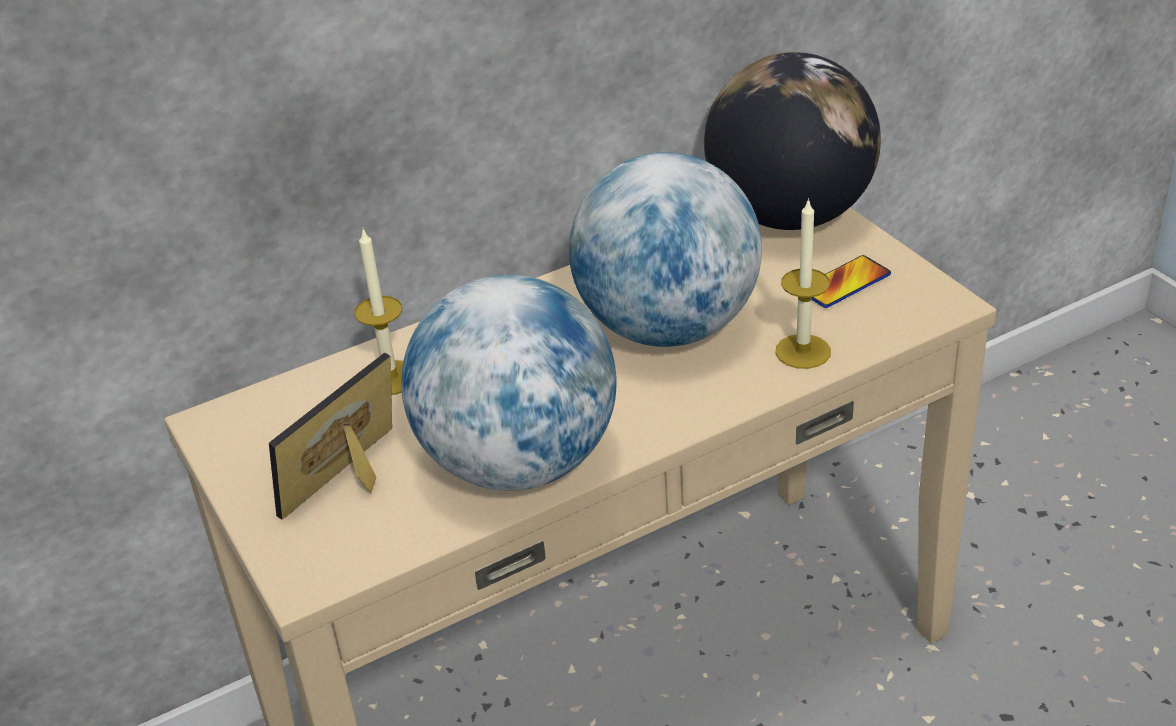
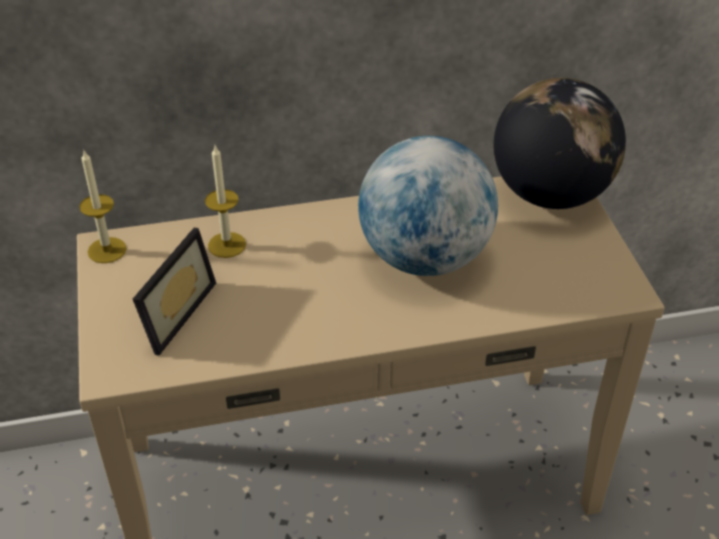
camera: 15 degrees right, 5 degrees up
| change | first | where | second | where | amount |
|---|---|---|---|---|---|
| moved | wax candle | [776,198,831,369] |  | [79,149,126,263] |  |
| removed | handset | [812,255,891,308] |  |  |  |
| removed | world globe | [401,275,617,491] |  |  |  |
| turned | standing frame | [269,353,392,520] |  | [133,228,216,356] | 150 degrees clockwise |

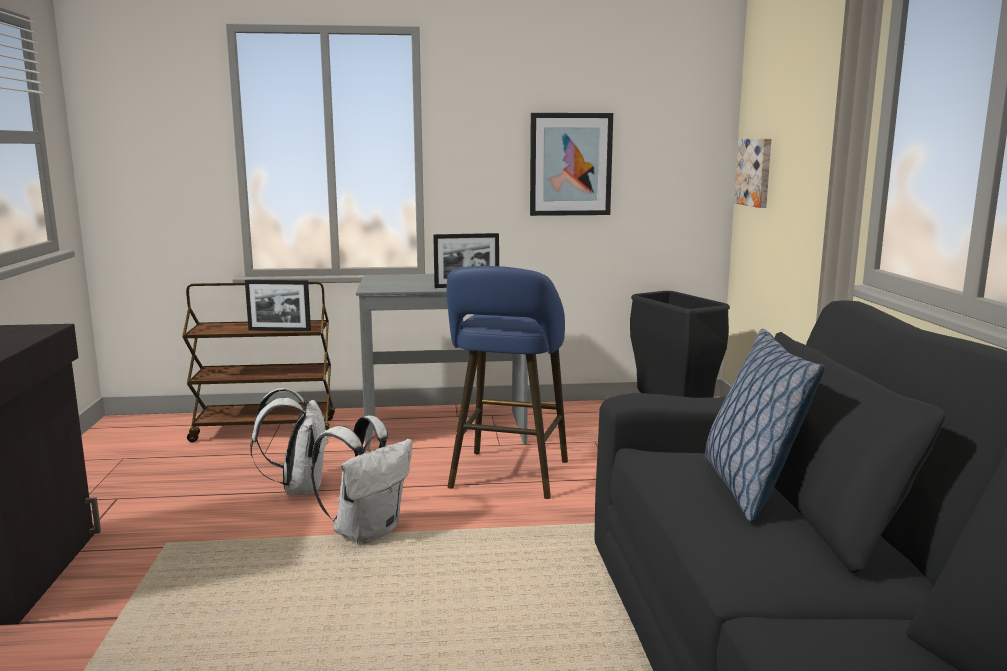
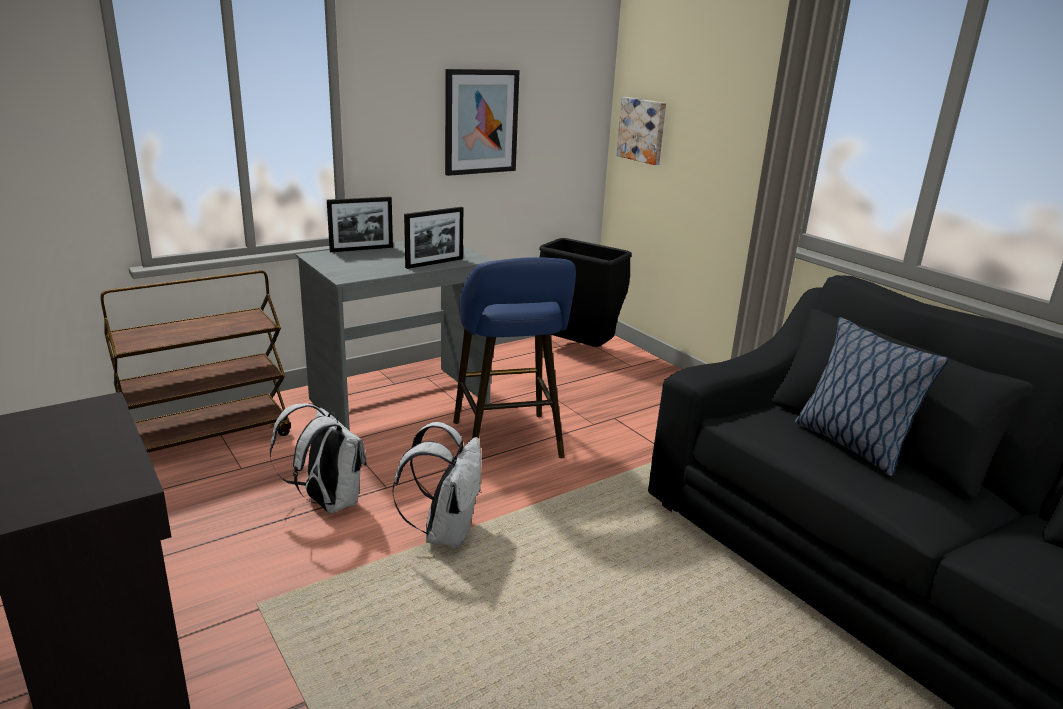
camera: 30 degrees left, 10 degrees up
| change | first | where | second | where | amount |
|---|---|---|---|---|---|
| moved | standing frame | [245,280,311,331] |  | [327,197,393,252] |  |

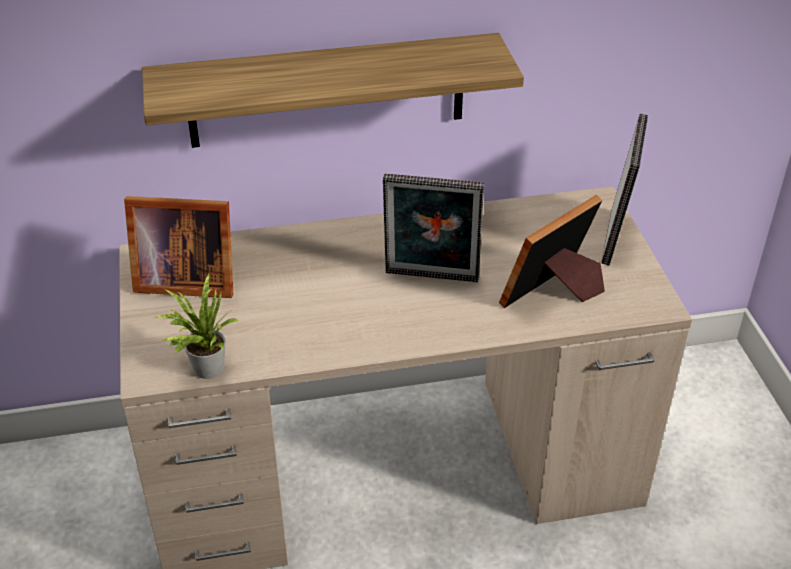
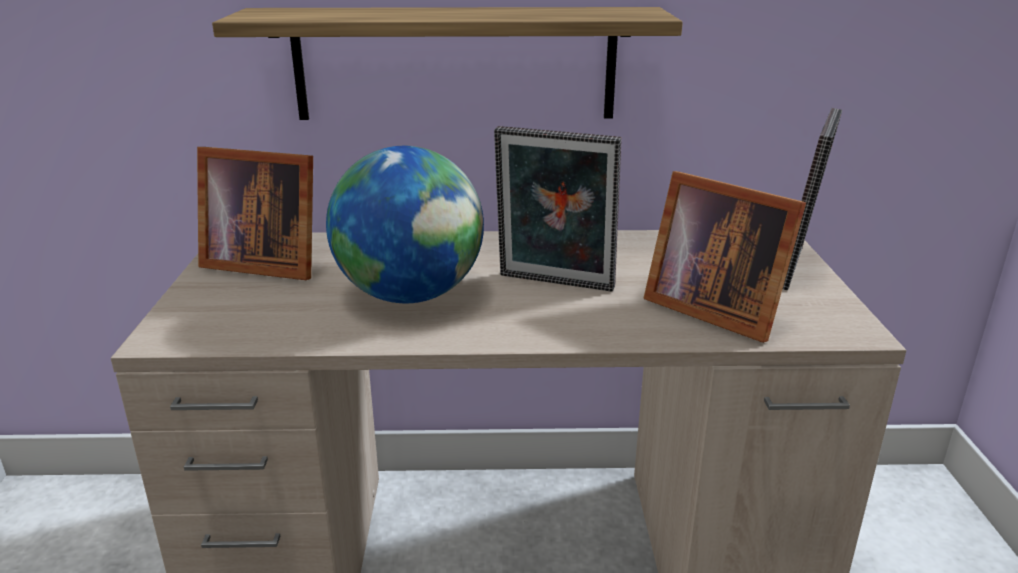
camera: 10 degrees right, 15 degrees down
| change | first | where | second | where | amount |
|---|---|---|---|---|---|
| turned | standing frame | [499,195,605,308] |  | [644,171,806,343] | 105 degrees counterclockwise |
| removed | houseplant | [154,274,240,379] |  |  |  |
| added |  |  | world globe | [326,146,484,303] |  |

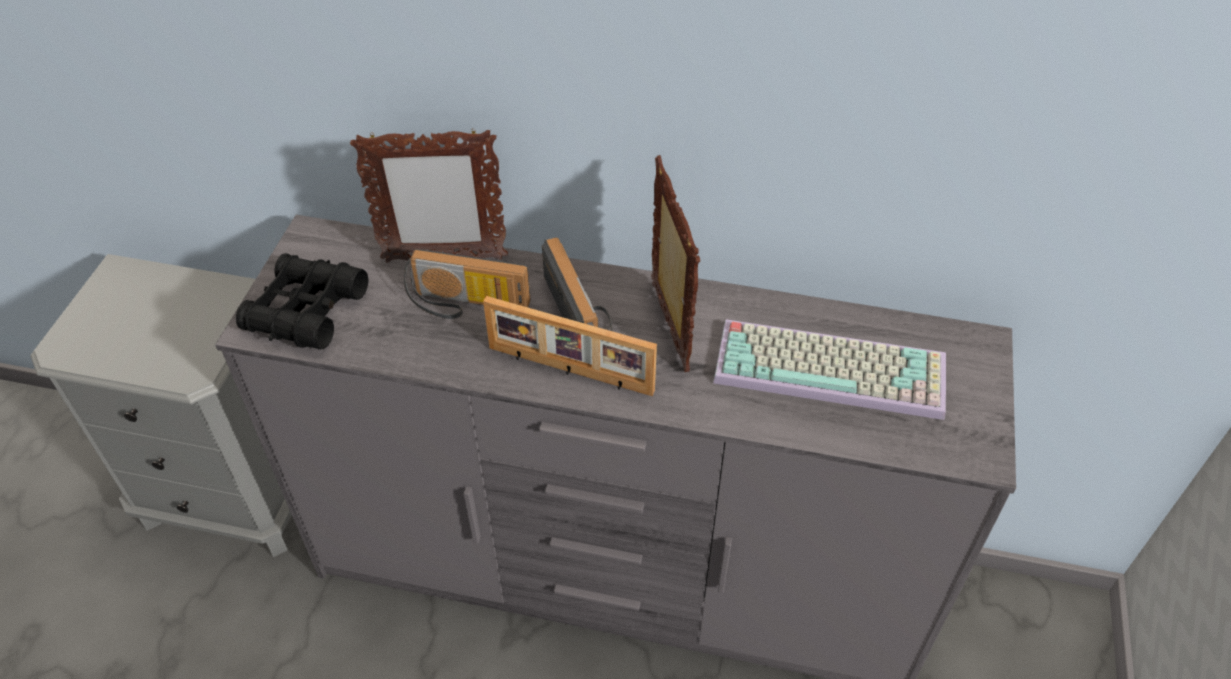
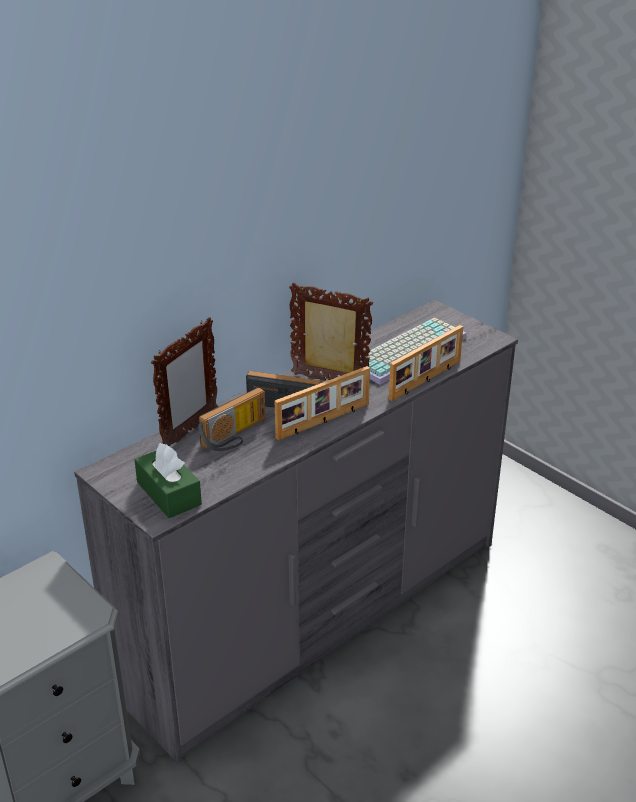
camera: 55 degrees left, 15 degrees down
| change | first | where | second | where | amount |
|---|---|---|---|---|---|
| replaced | blackish pair of binoculars | [236,253,369,349] | green-coloured tissue box | [134,443,202,518] |  |
| added |  |  | standing frame | [389,325,463,401] |  |

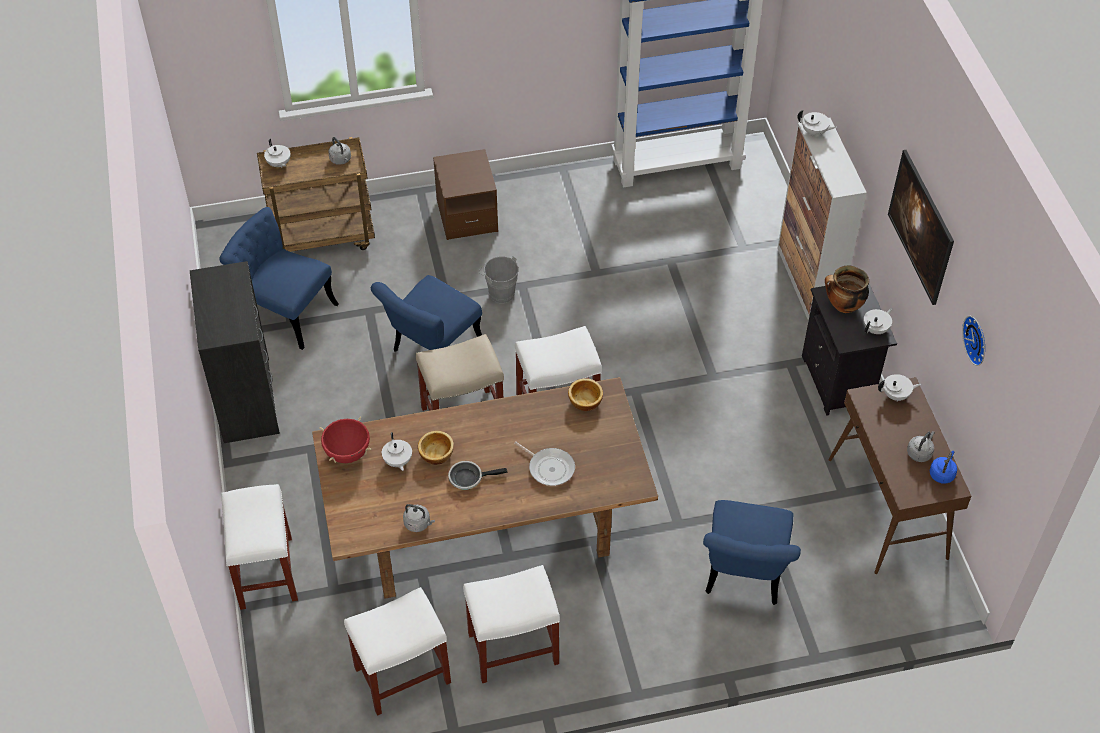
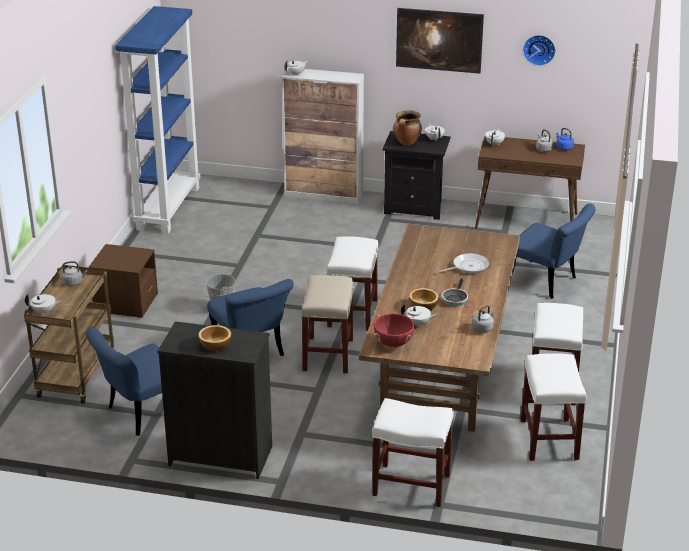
camera: 65 degrees left, 20 degrees down
| change | first | where | second | where | amount |
|---|---|---|---|---|---|
| moved | deep dish | [568,378,603,411] |  | [198,325,231,351] |  |

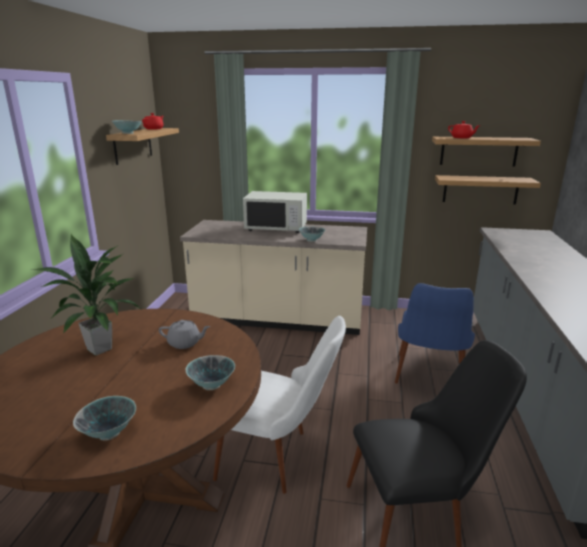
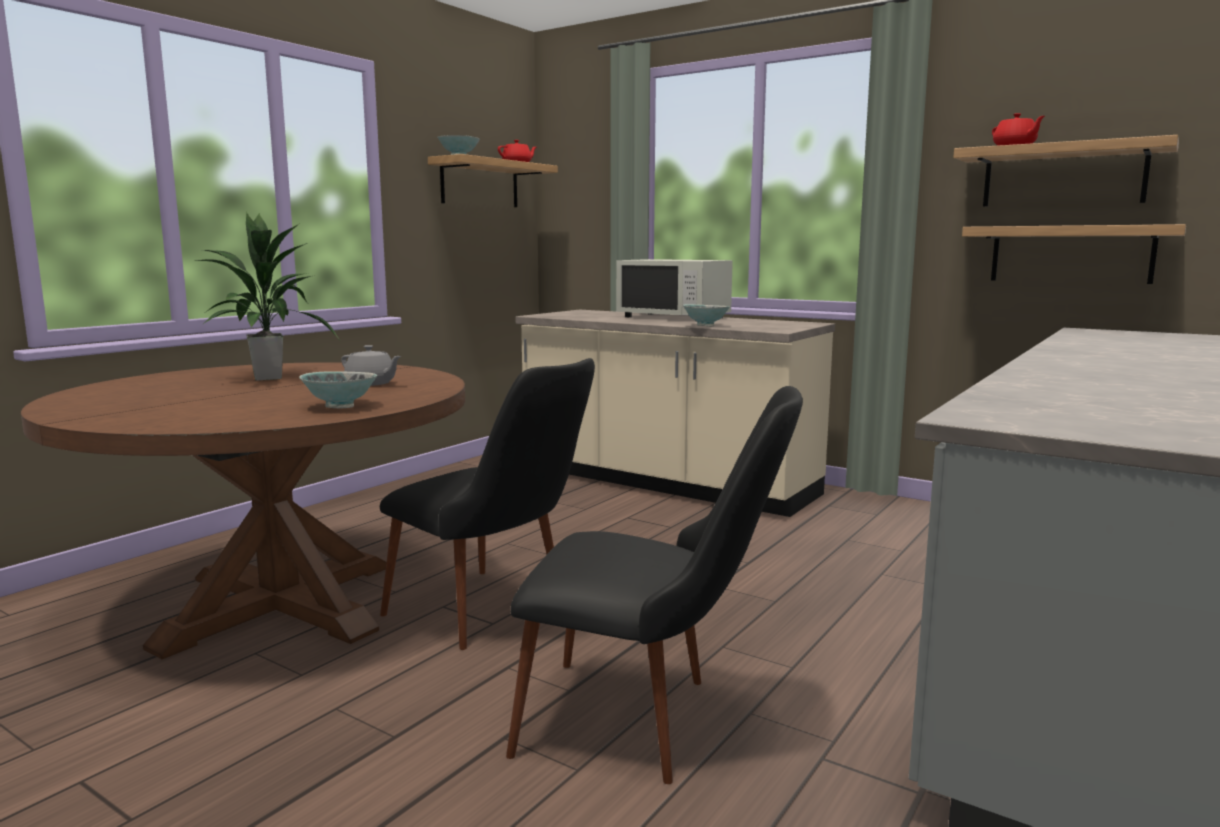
camera: 25 degrees right, 10 degrees down
| change | first | where | second | where | amount |
|---|---|---|---|---|---|
| removed | blue chair | [395,283,475,383] |  |  |  |
| recoloured | white-coloured chair | [213,316,346,494] | blackish chair | [380,358,595,650] |  |
| removed | deep dish | [73,396,136,441] |  |  |  |

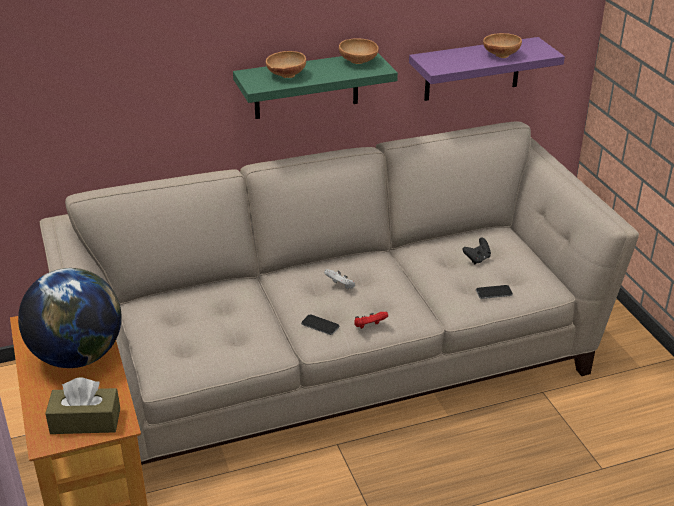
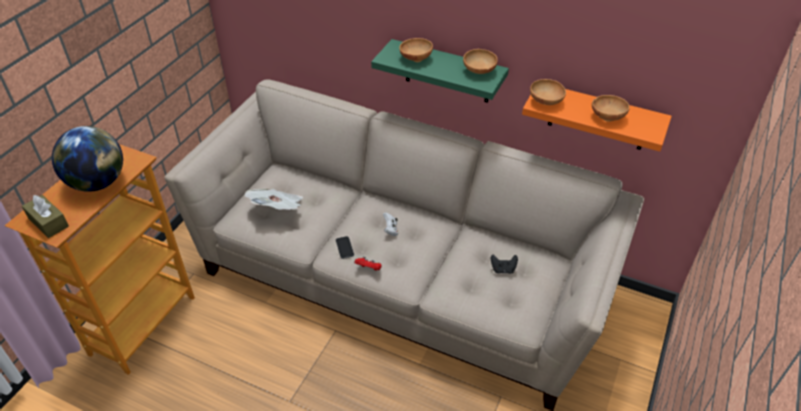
camera: 45 degrees right, 10 degrees up
| change | first | where | second | where | amount |
|---|---|---|---|---|---|
| recoloured | purple-coloured bracket shelf | [409,37,565,101] | orange bracket shelf | [522,89,672,152] |  |
| removed | handset | [476,285,513,299] |  |  |  |
| added |  |  | brown-coloured deep dish | [530,79,566,105] |  |
| added |  |  | daily paper | [245,189,304,210] |  |

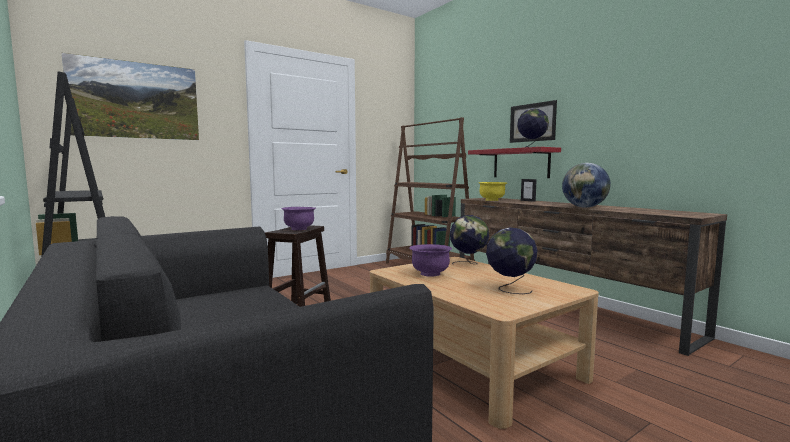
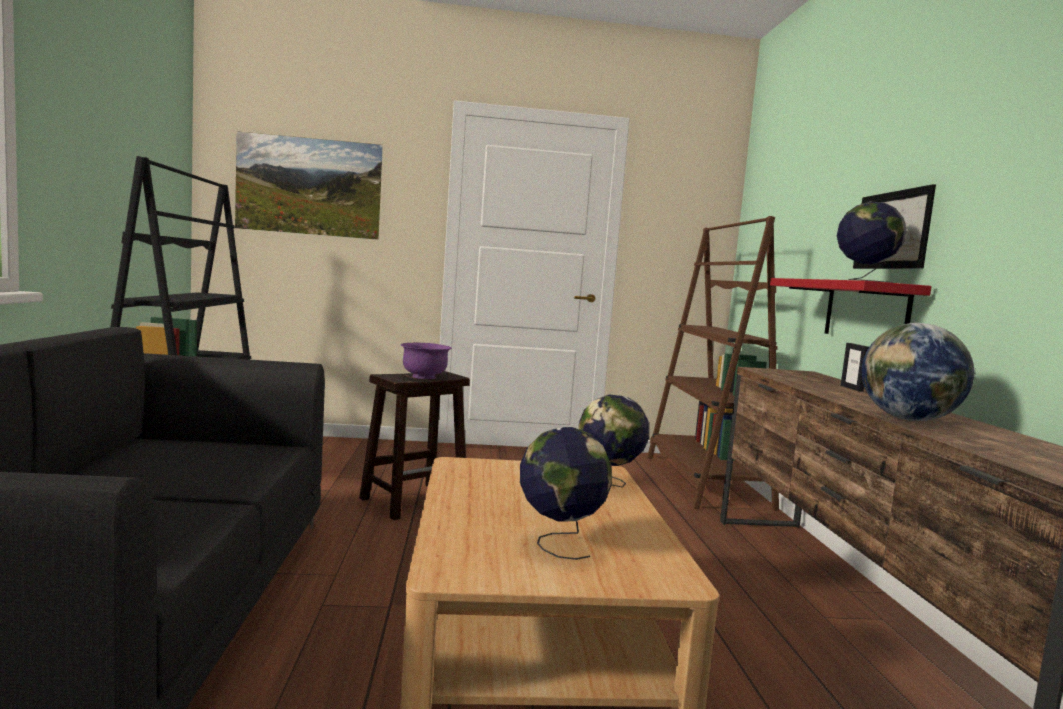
camera: 30 degrees right, 0 degrees up
| change | first | where | second | where | amount |
|---|---|---|---|---|---|
| removed | yellow deep dish | [478,182,507,201] |  |  |  |
| removed | purple-coloured deep dish | [409,244,452,277] |  |  |  |

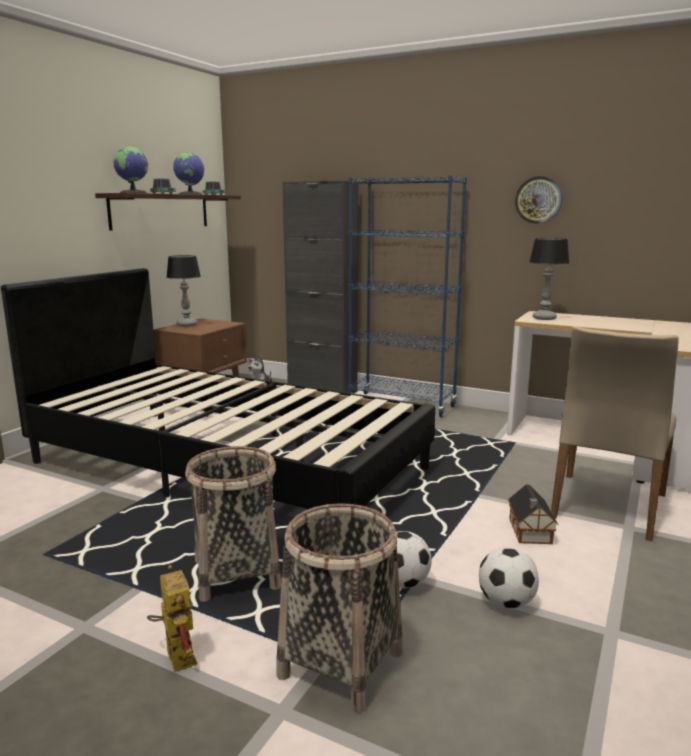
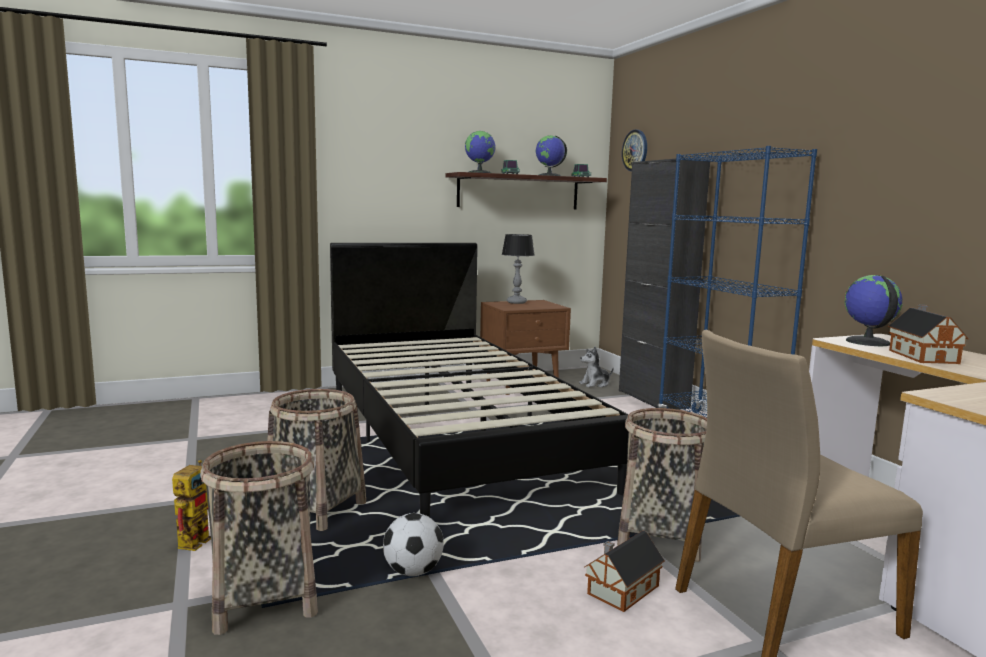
camera: 40 degrees right, 5 degrees down
| change | first | where | second | where | amount |
|---|---|---|---|---|---|
| moved | clock on the wall | [515,176,562,224] |  | [622,130,647,171] |  |
| replaced | lamp for a table | [529,238,569,320] | world globe | [844,275,903,346] |  |
| removed | football ball | [479,548,539,609] |  |  |  |
| added |  |  | toy house | [888,304,969,364] |  |
| added |  |  | storage basket | [617,408,707,562] |  |

